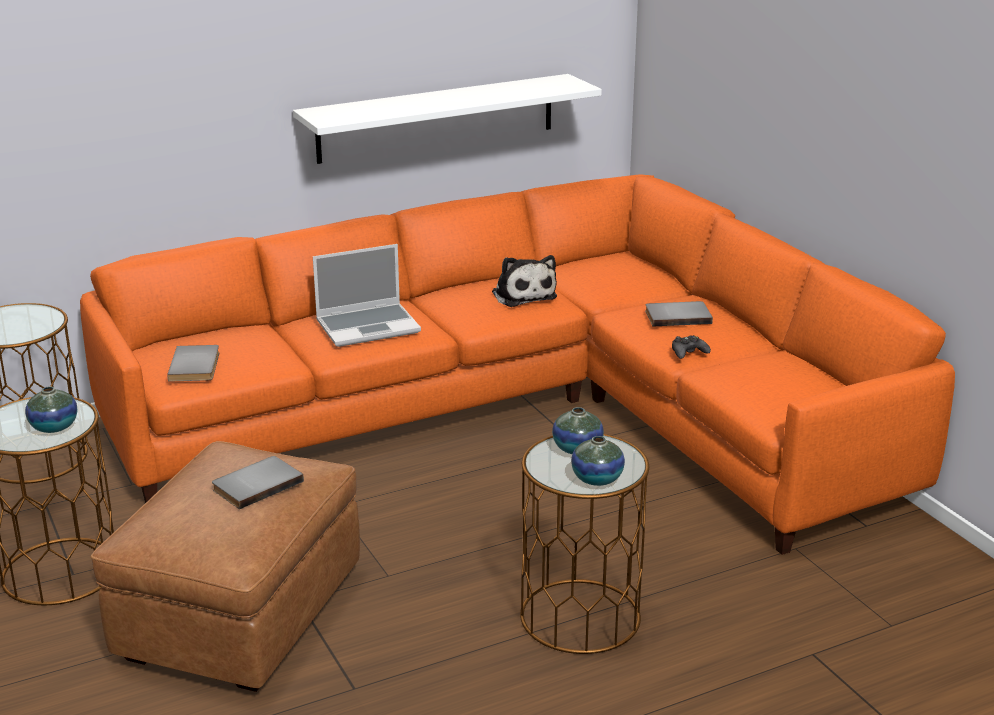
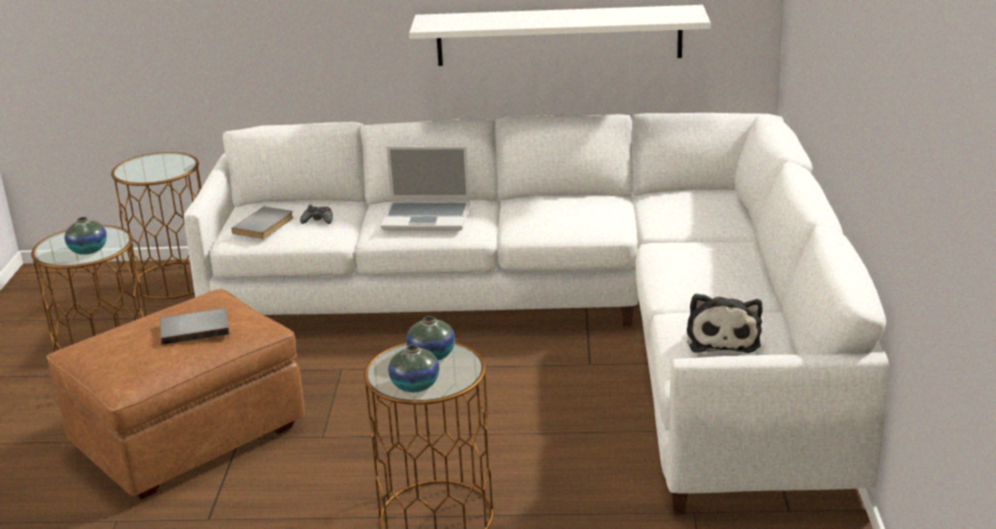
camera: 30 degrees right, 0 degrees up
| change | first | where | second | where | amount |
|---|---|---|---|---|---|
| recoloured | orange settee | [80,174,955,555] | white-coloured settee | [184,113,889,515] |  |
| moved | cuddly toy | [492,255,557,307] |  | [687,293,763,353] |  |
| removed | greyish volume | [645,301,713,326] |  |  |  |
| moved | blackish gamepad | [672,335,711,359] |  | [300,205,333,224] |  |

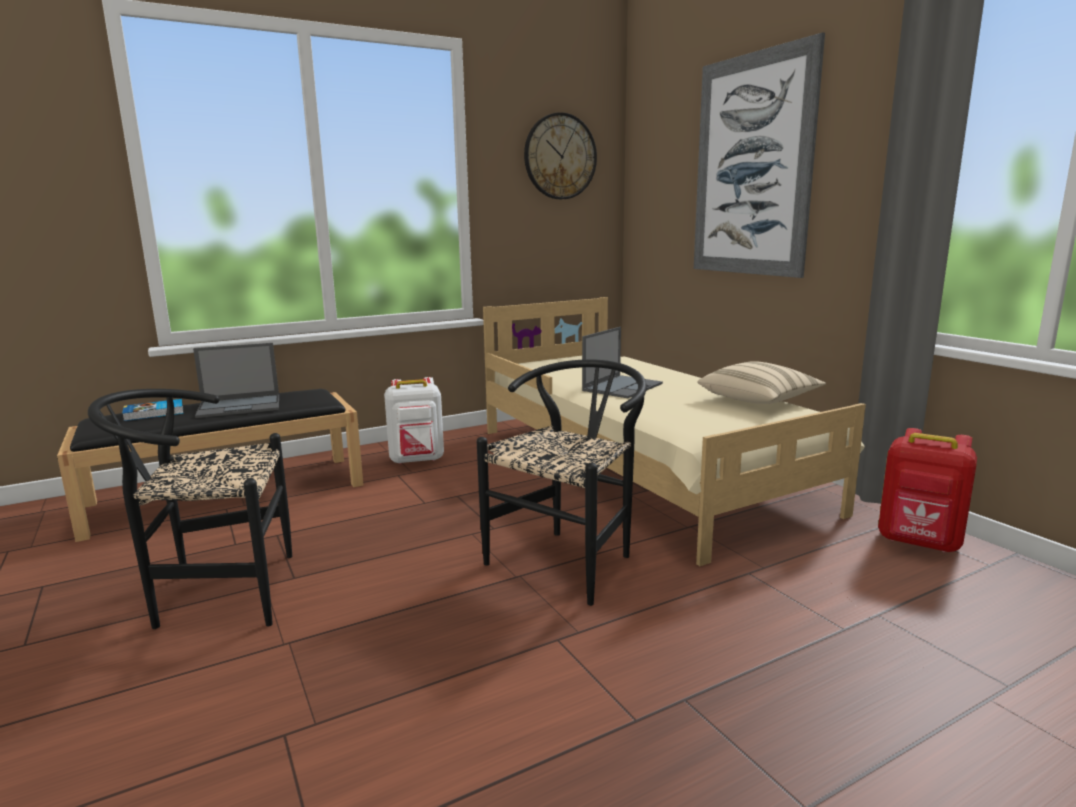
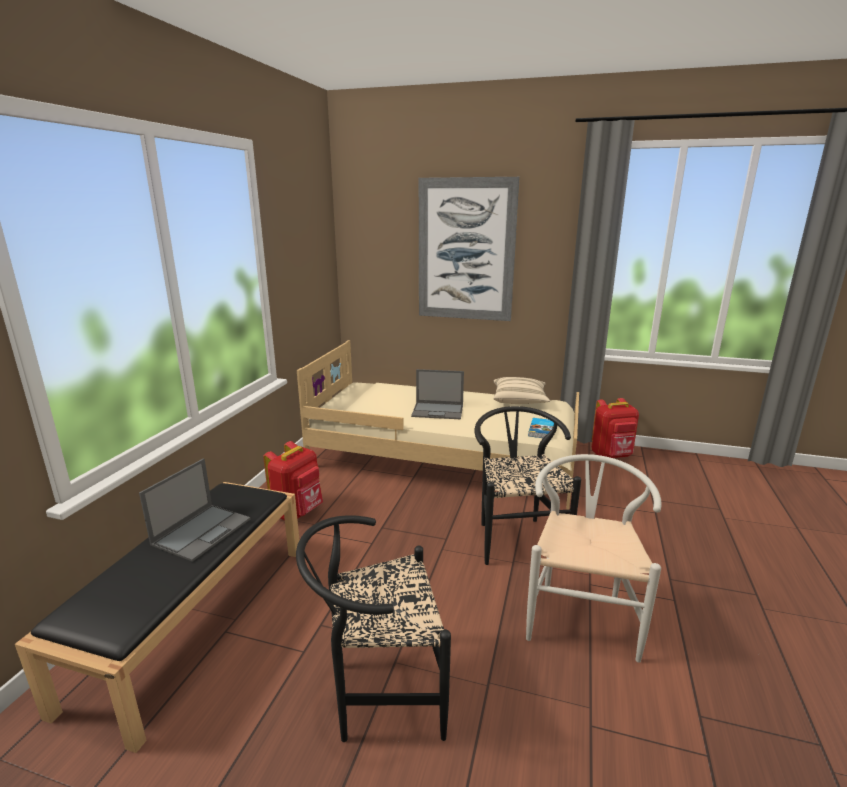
camera: 45 degrees left, 5 degrees up
| change | first | where | second | where | amount |
|---|---|---|---|---|---|
| removed | clock on the wall | [524,112,597,199] |  |  |  |
| turned | portable computer | [582,327,663,398] |  | [411,369,464,419] | 105 degrees clockwise |
| recoloured | white-coloured backpack | [384,377,444,464] | red backpack | [263,441,323,520] |  |
| turned | blackish chair | [88,389,292,629] |  | [296,515,451,742] | 45 degrees clockwise |
| moved | volume | [122,399,184,421] |  | [528,418,554,438] |  |
| added |  |  | white-coloured chair | [526,454,662,663] |  |

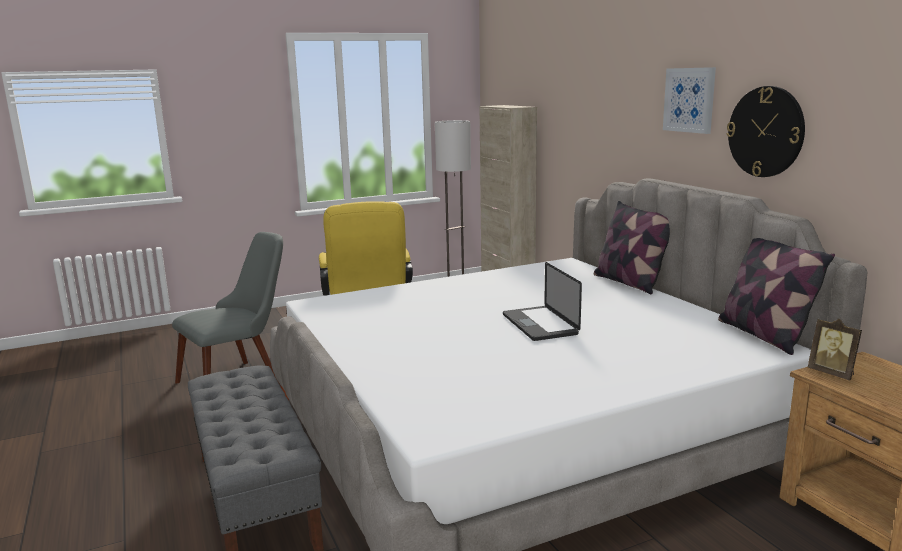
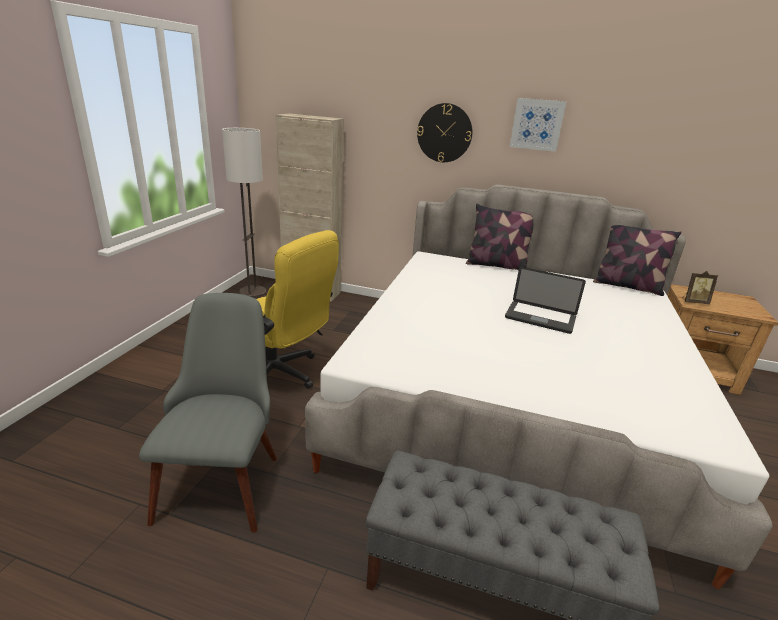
camera: 50 degrees left, 10 degrees up
| change | first | where | second | where | amount |
|---|---|---|---|---|---|
| moved | clock on the wall | [727,86,805,177] |  | [417,103,473,162] |  |

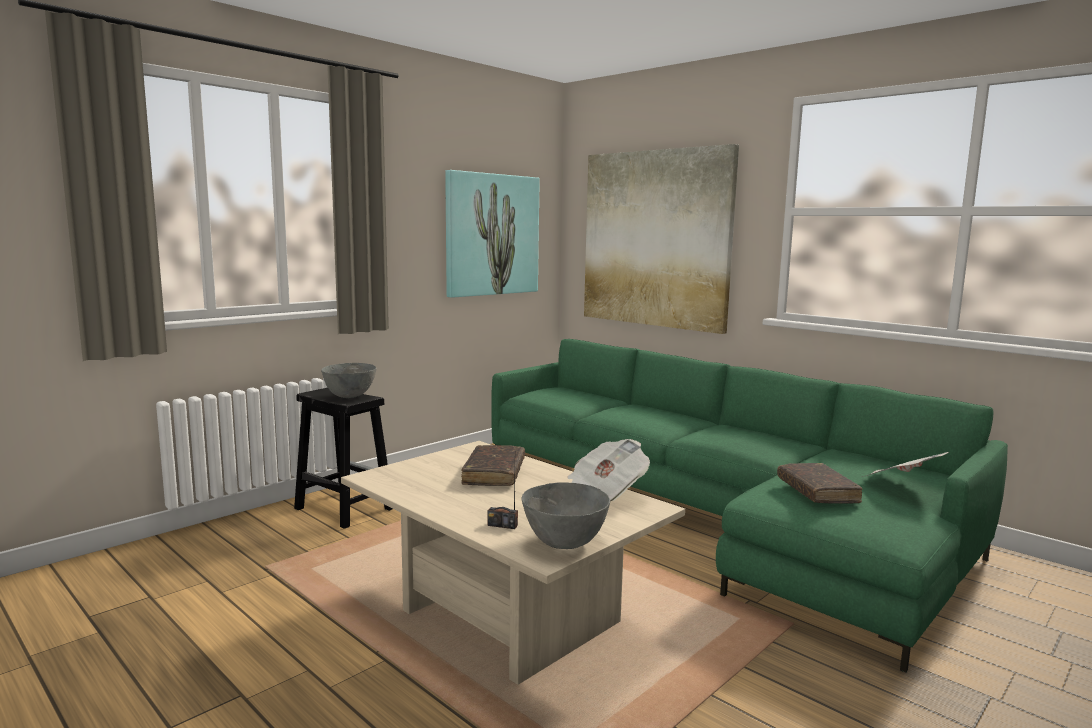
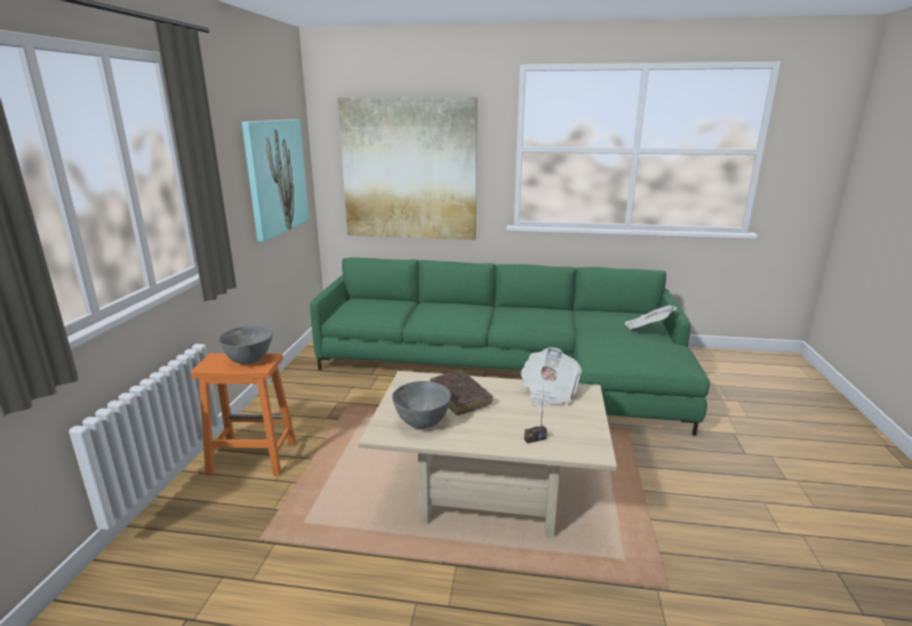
camera: 35 degrees left, 10 degrees up
| change | first | where | second | where | amount |
|---|---|---|---|---|---|
| recoloured | blackish stool seat | [294,388,392,529] | orange stool seat | [191,353,296,476] |  |
| removed | brown-coloured volume | [777,463,862,504] |  |  |  |
| moved | greyish deep dish | [522,482,610,549] |  | [392,381,451,429] |  |

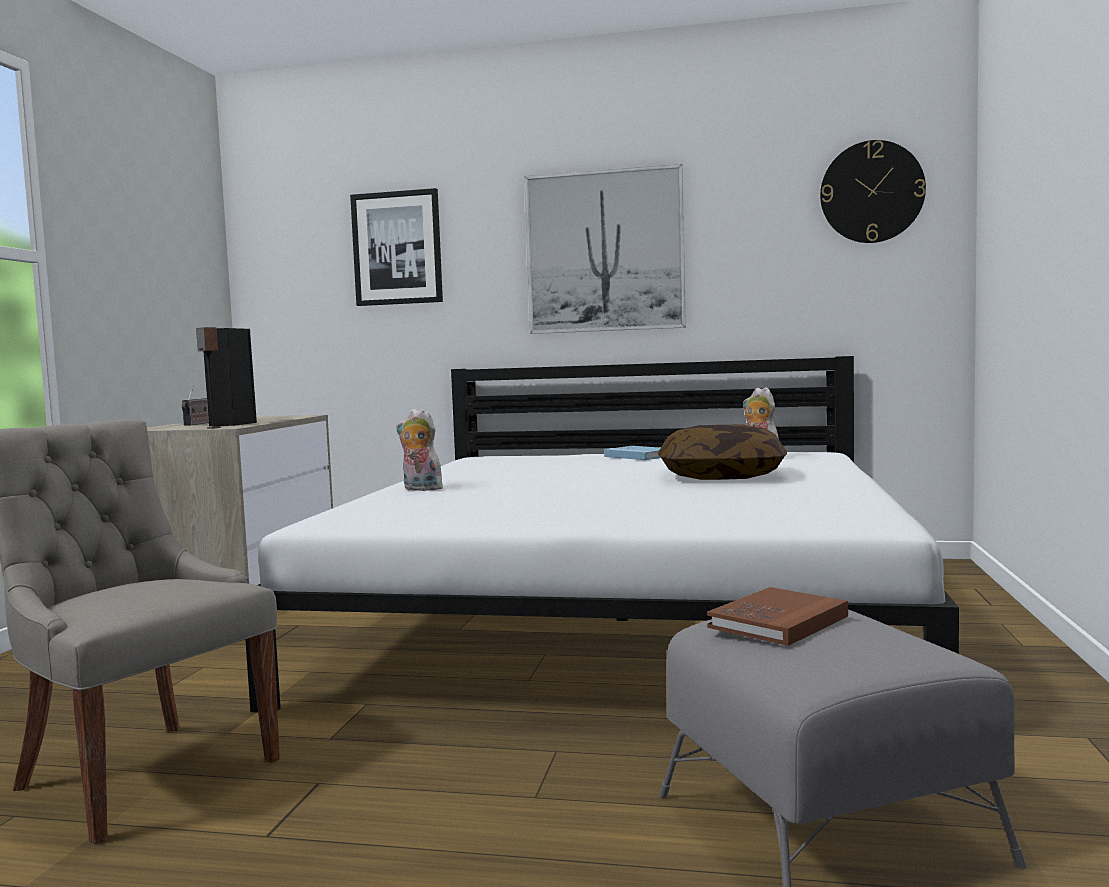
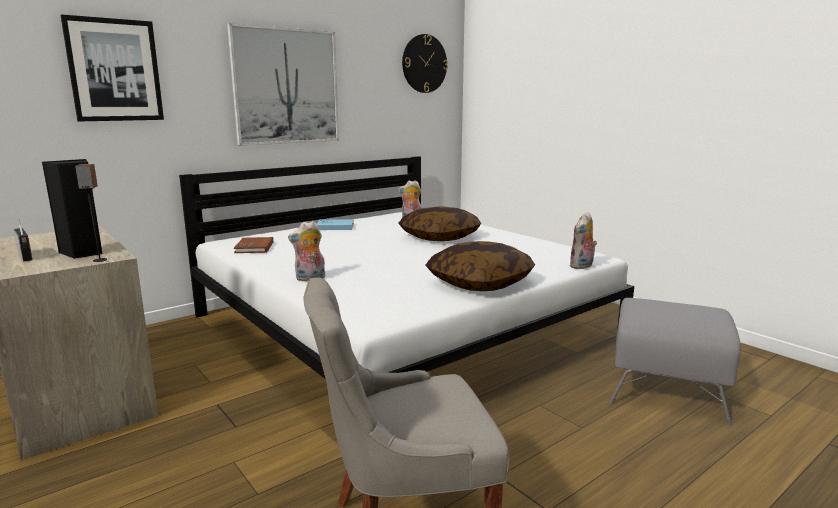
camera: 50 degrees left, 10 degrees up
| change | first | where | second | where | amount |
|---|---|---|---|---|---|
| moved | brown-coloured volume | [707,587,848,646] |  | [234,237,273,253] |  |
| added |  |  | cuddly toy | [570,212,597,269] |  |
| added |  |  | cushion | [425,241,535,291] |  |

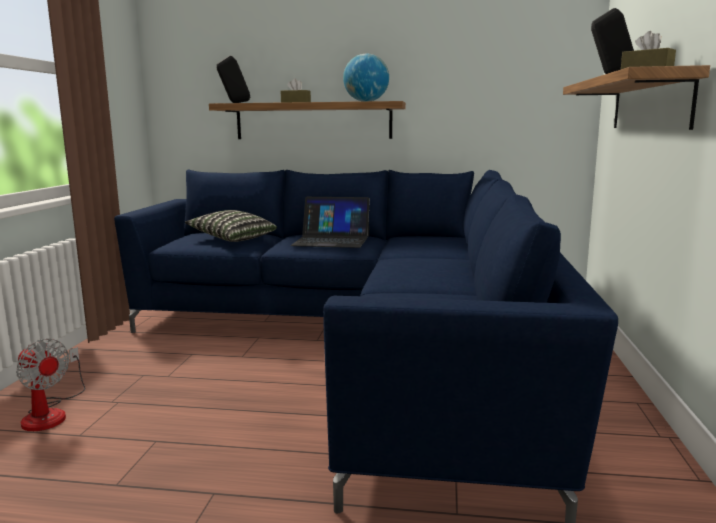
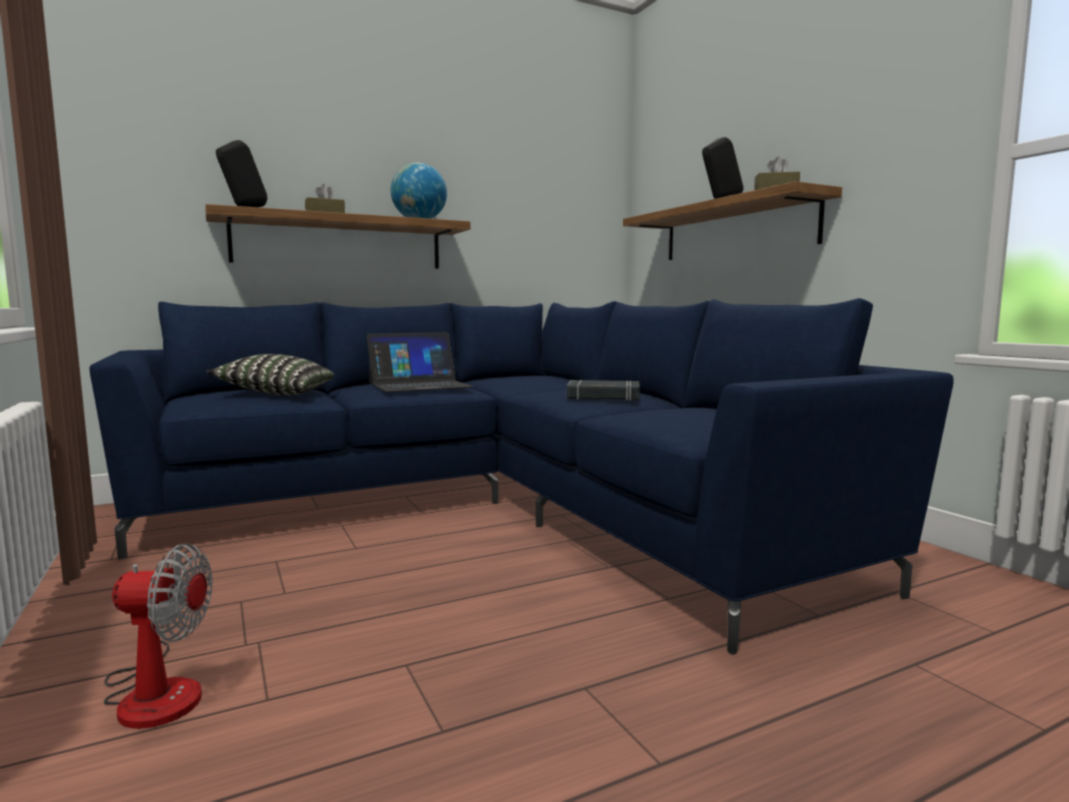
camera: 35 degrees left, 5 degrees down
| change | first | where | second | where | amount |
|---|---|---|---|---|---|
| added |  |  | blackish volume | [567,380,640,400] |  |

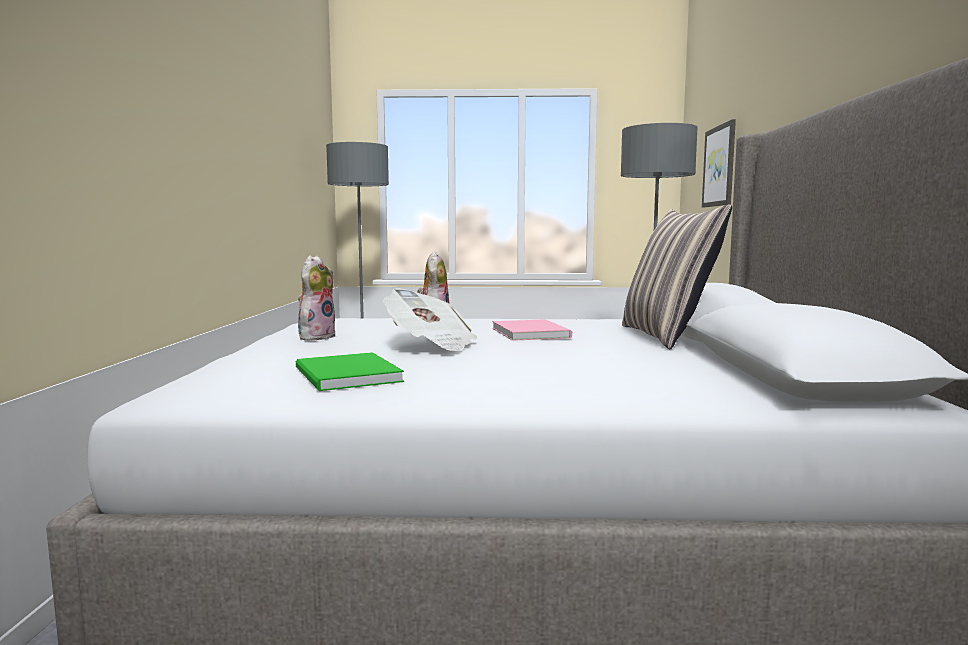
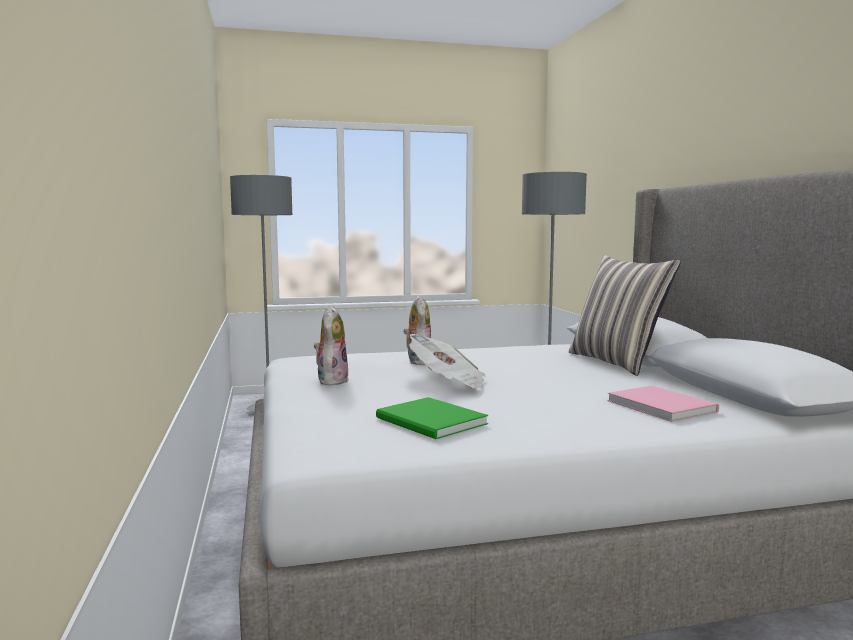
camera: 15 degrees left, 0 degrees up
| change | first | where | second | where | amount |
|---|---|---|---|---|---|
| removed | wall picture | [702,119,736,207] |  |  |  |
| moved | pink volume | [493,319,572,341] |  | [608,386,719,422] |  |

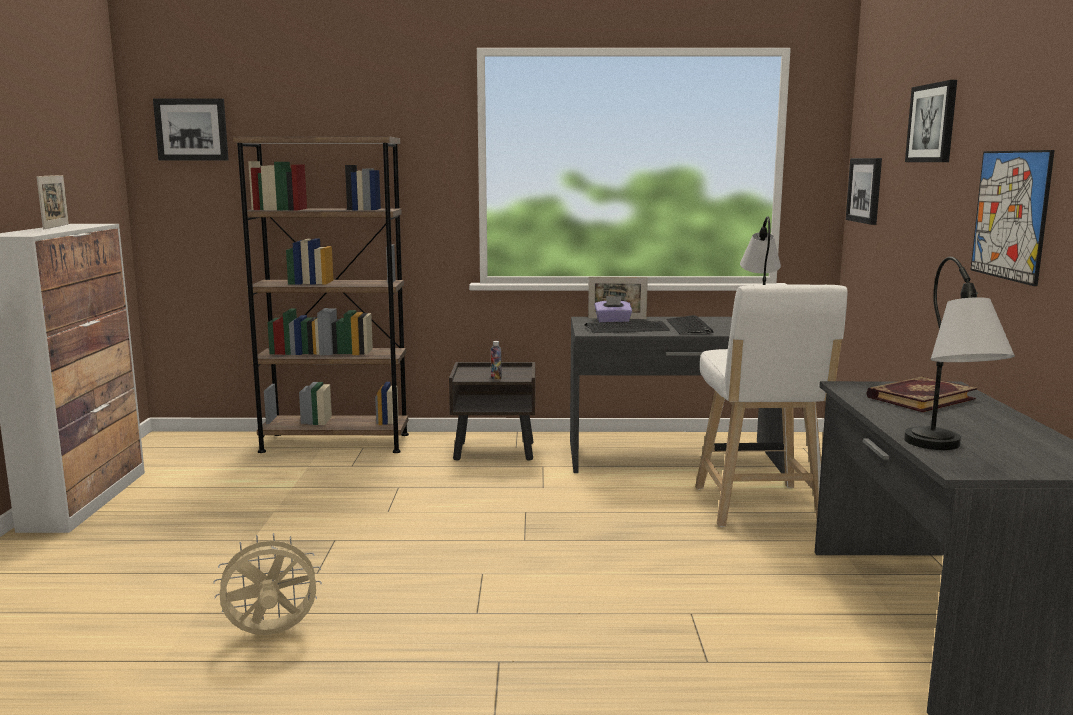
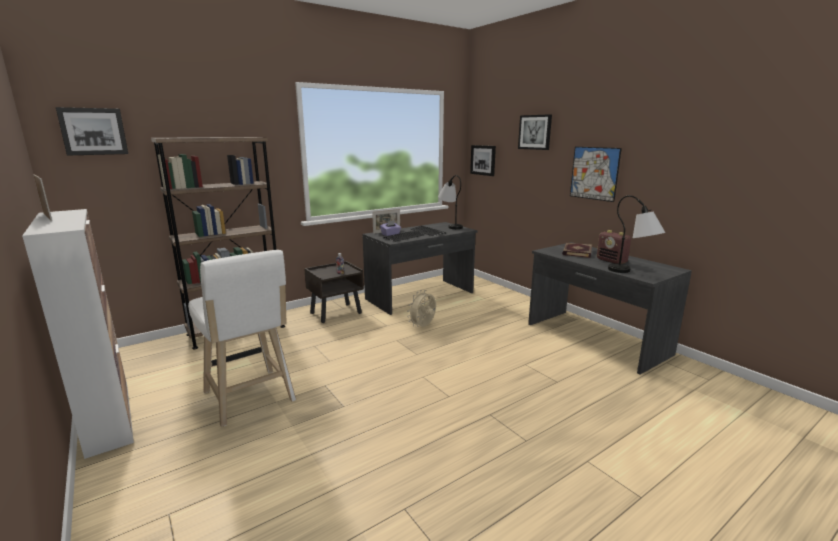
camera: 35 degrees left, 5 degrees up
| change | first | where | second | where | amount |
|---|---|---|---|---|---|
| moved | white-coloured stool seat | [695,284,847,527] |  | [188,250,296,427] |  |
| moved | beige-coloured cooling fan | [213,533,322,635] |  | [407,290,436,327] |  |
| added |  |  | radio receiver | [597,230,631,264] |  |

